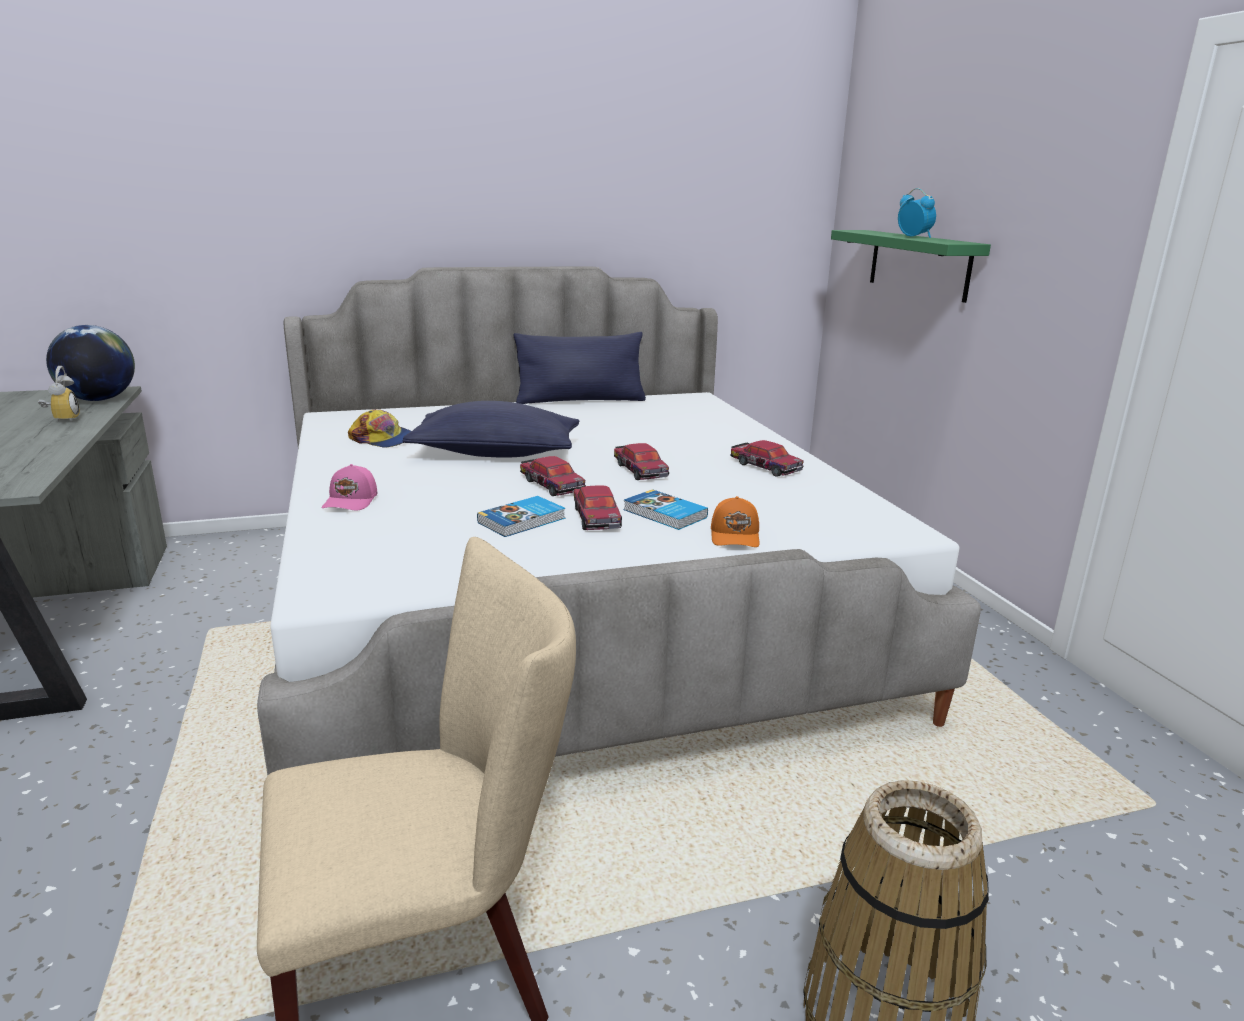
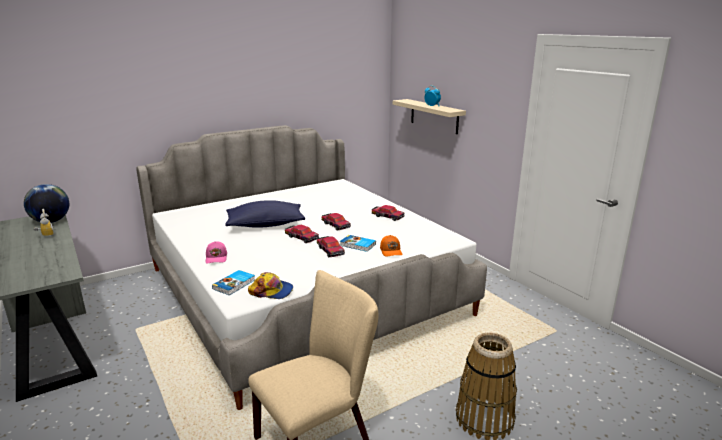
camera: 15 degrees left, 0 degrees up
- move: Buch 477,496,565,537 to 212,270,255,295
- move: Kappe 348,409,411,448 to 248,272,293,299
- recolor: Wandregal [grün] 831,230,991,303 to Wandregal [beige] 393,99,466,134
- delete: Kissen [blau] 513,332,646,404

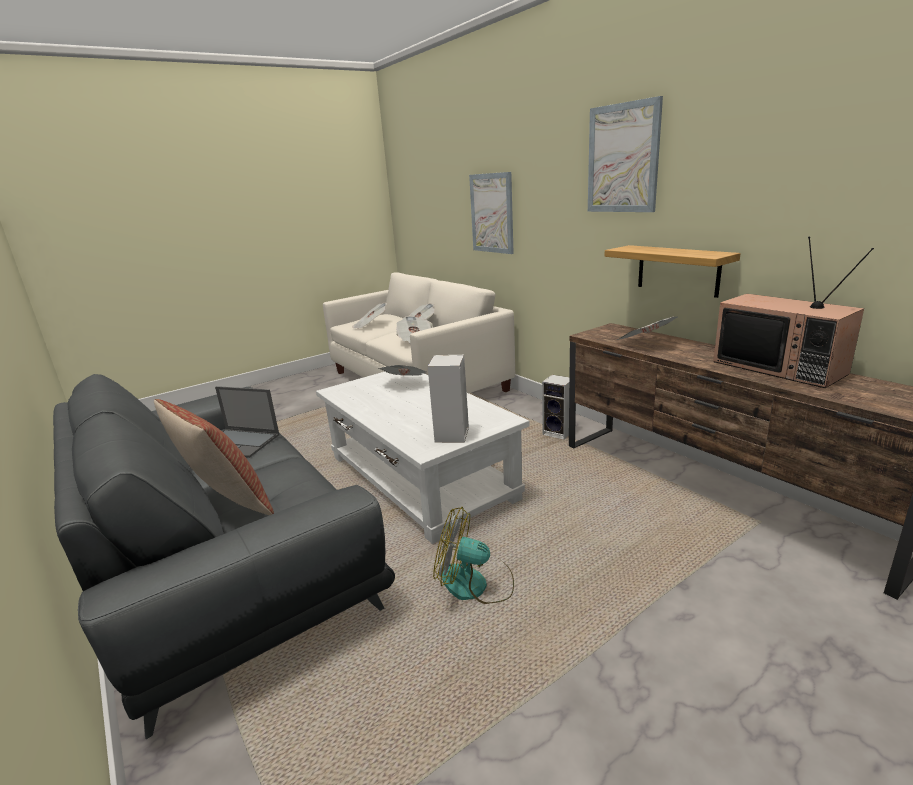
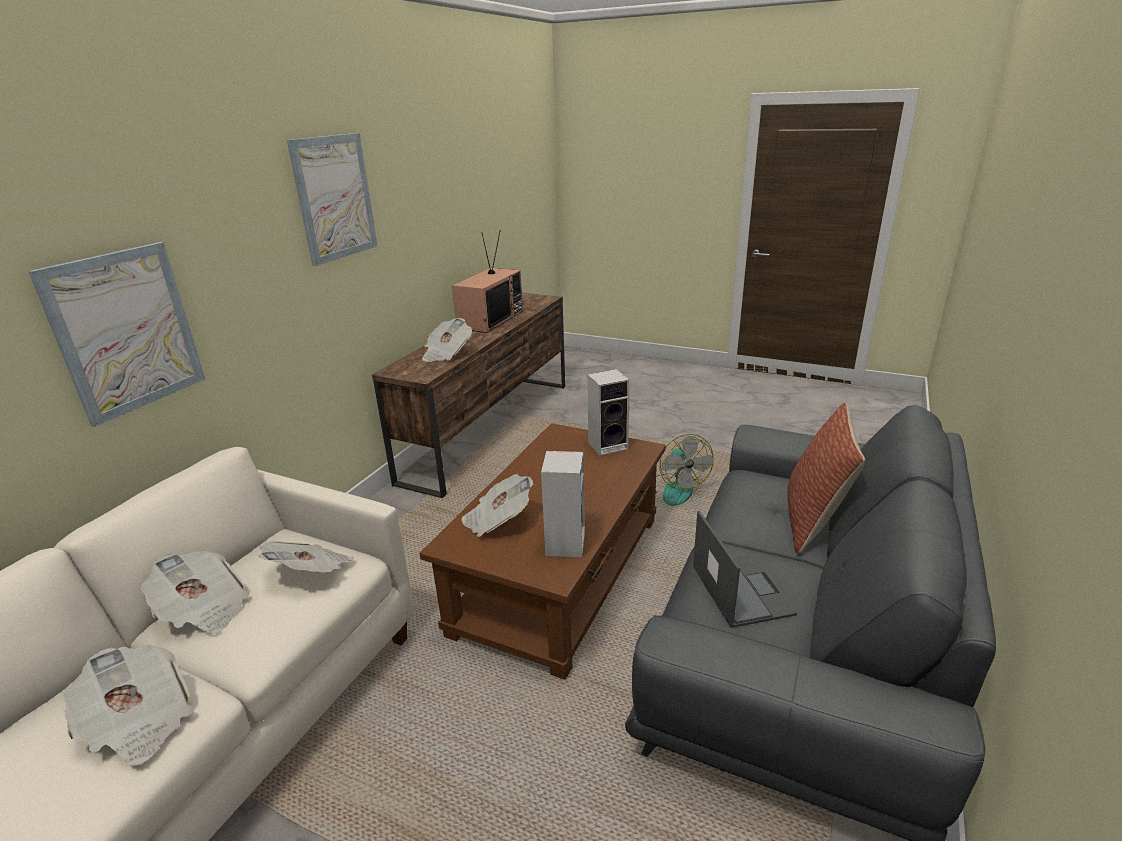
camera: 120 degrees left, 5 degrees up
- recolor: Couchtisch [weiß] 316,365,529,544 to Couchtisch [braun] 419,423,666,680
- move: Lautsprecher 542,375,570,440 to 541,451,585,557
- delete: Wandregal 605,245,741,298

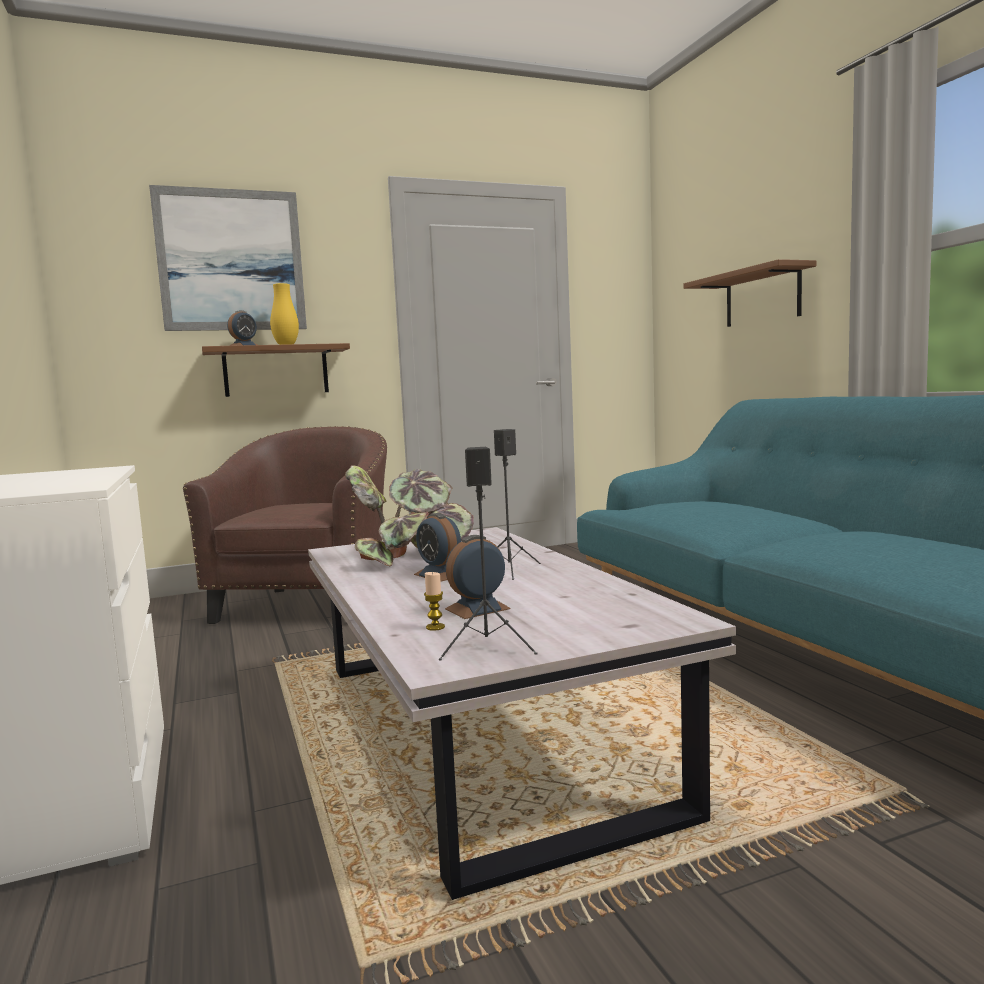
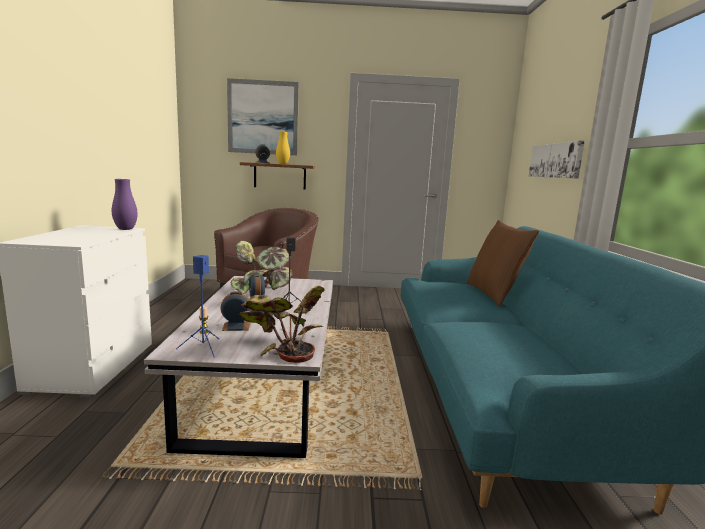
camera: 20 degrees right, 5 degrees up
- insert: Vase [lila] 112,179,138,230
- recolor: Lautsprecher [schwarz] 439,447,538,660 to Lautsprecher [blau] 176,255,219,357
- insert: Topfpflanze 239,285,324,363
- insert: Kissen [braun] 467,220,539,307
- replace: Wandregal [braun] 683,259,816,327 to Bild 529,140,585,179

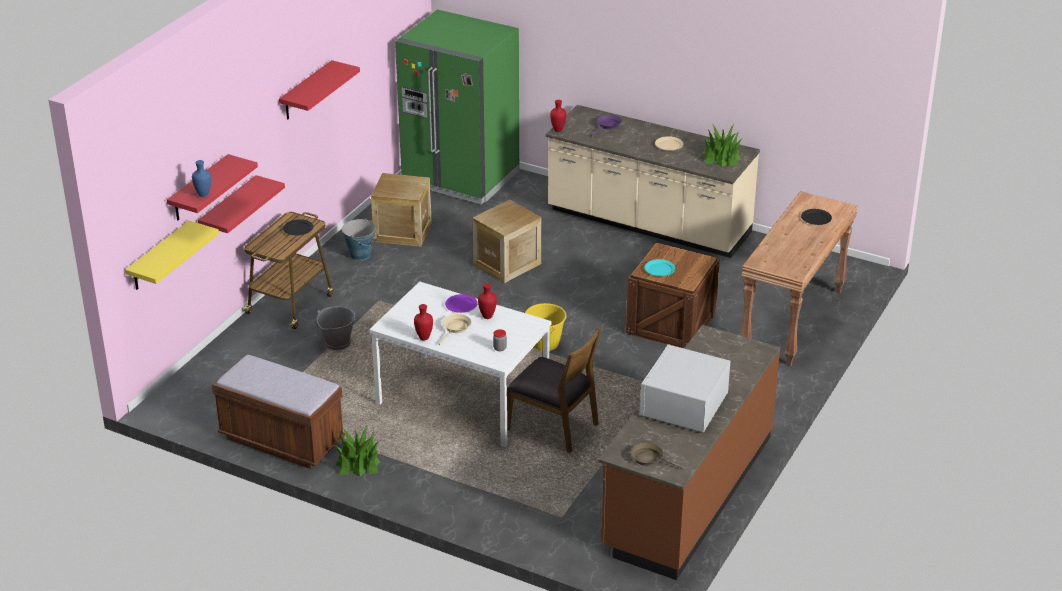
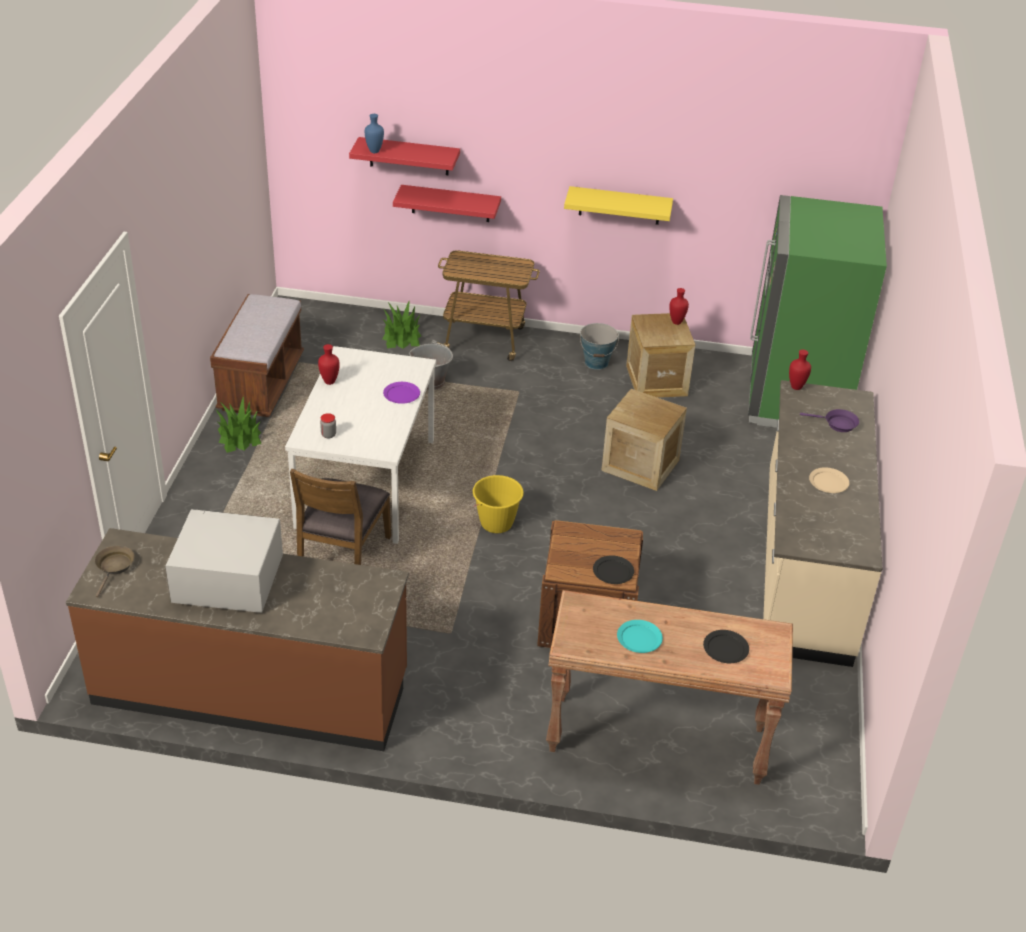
camera: 70 degrees right, 5 degrees up
- move: Topfpflanze 702,124,743,167 to 382,300,421,349
- move: Wandregal [gelb] 125,221,219,290 to 564,186,673,225
- move: Teller [schwarz] 283,219,314,235 to 593,555,634,584
- move: Teller [türkis] 645,259,675,276 to 617,620,663,653
- move: Vase [rot] 478,283,497,319 to 669,288,689,325
- delete: Wandregal [rot] 279,60,360,120
- delete: Pfanne [beige] 438,314,471,345

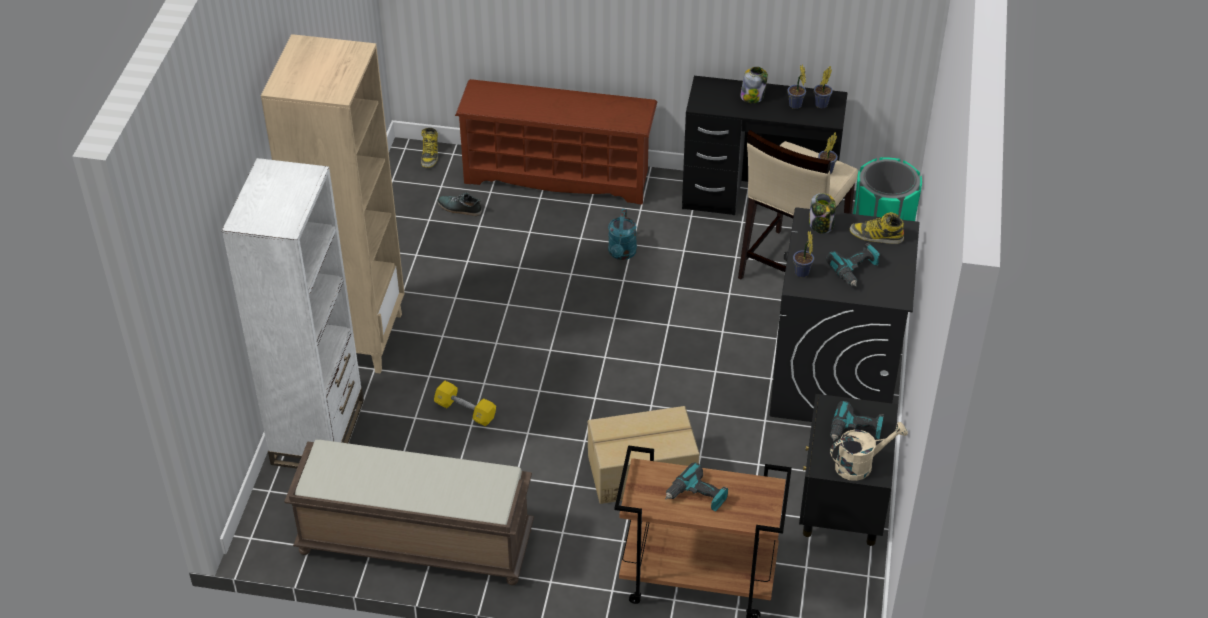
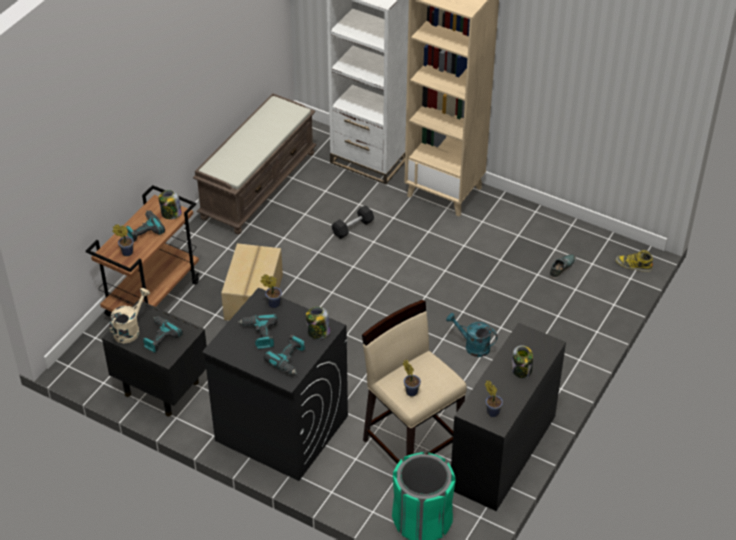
camera: 110 degrees right, 0 degrees up
- rotate: Gießkanne [beige] 830,422,908,481 = 109,288,150,343 150 degrees counterclockwise
- move: Topfpflanze 787,64,806,109 to 112,224,134,256
- insert: Vorratsglas 159,190,182,219
- replace: Stiefel 850,212,904,244 to Bohrmaschine 263,335,305,375
- recolor: Hantel [gelb] 434,381,496,426 to Hantel [schwarz] 332,205,374,239
- delete: Schuhregal [braun] 455,79,657,205

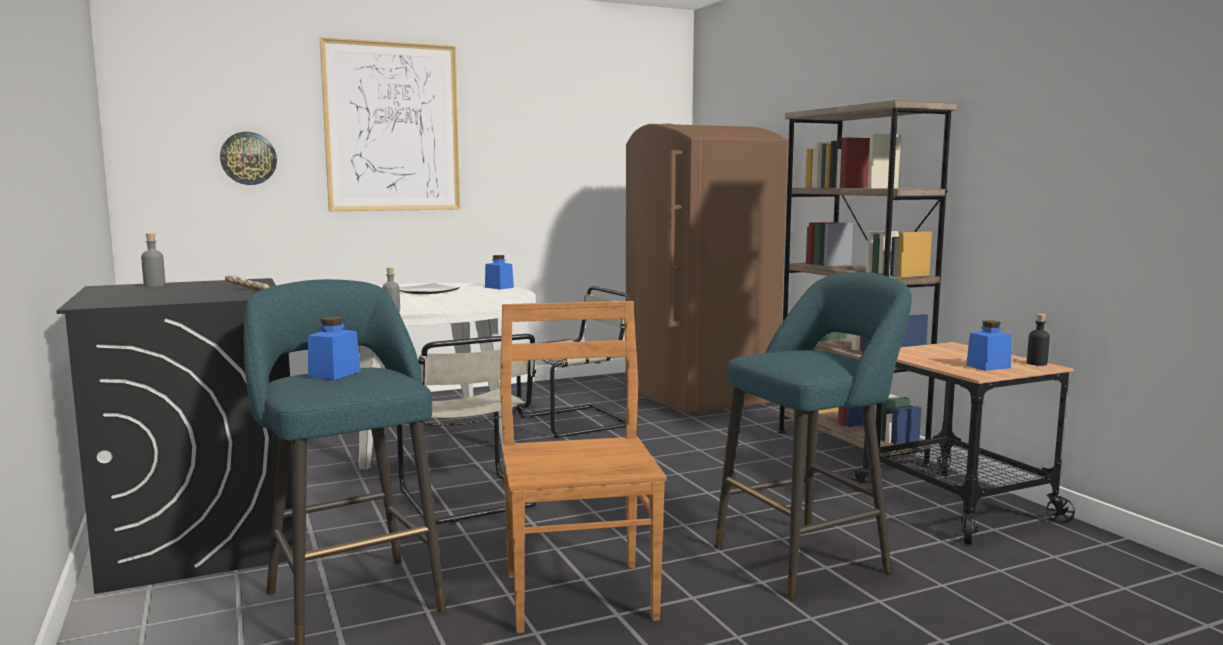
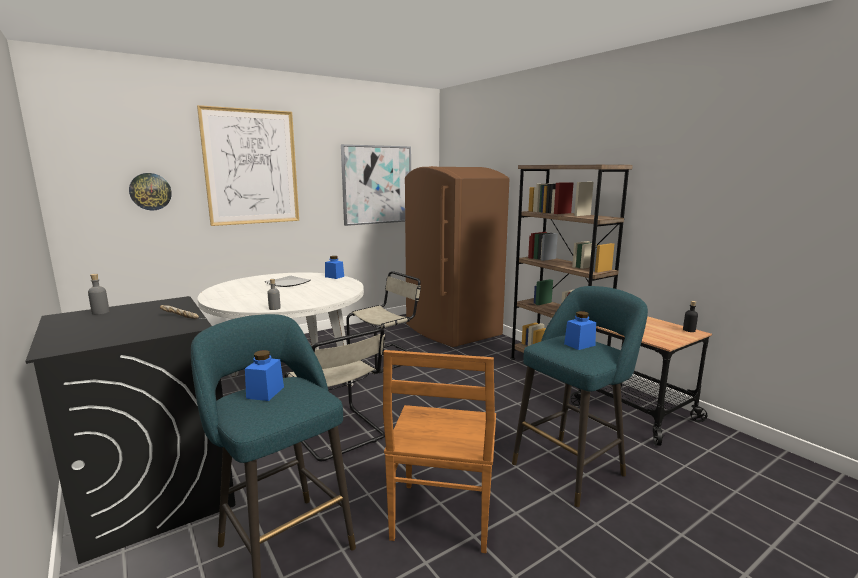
camera: 10 degrees left, 5 degrees up
- insert: Bild 341,144,411,226
- rotate: Stuhl [braun] 500,301,667,634 = 383,350,496,553 150 degrees counterclockwise
- move: Vorratsglas [blau] 966,320,1012,371 to 564,311,596,350

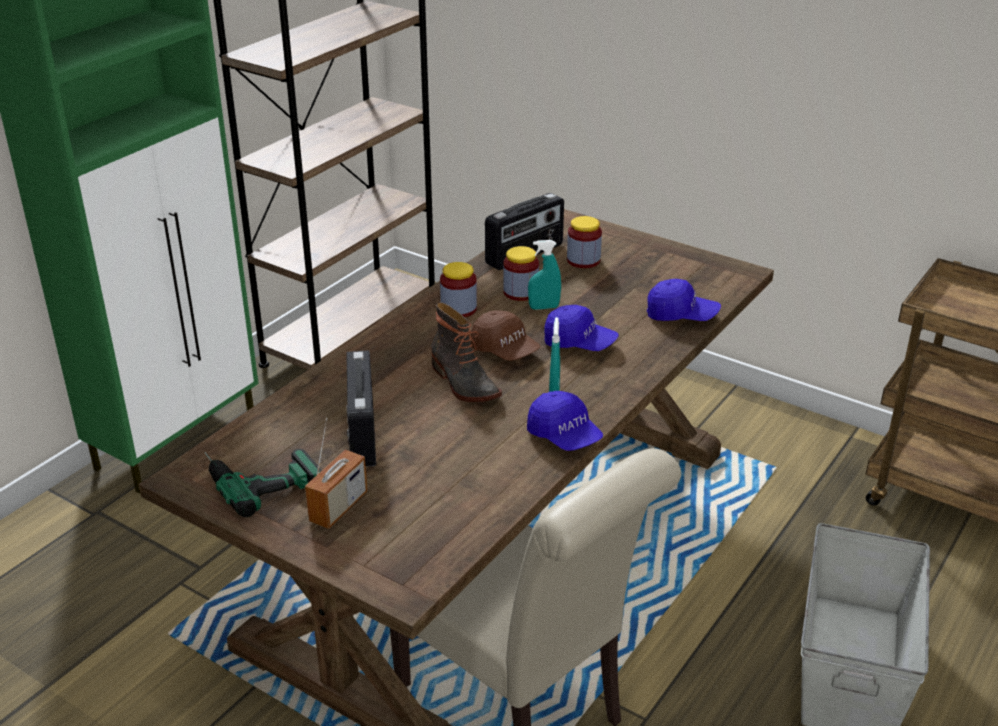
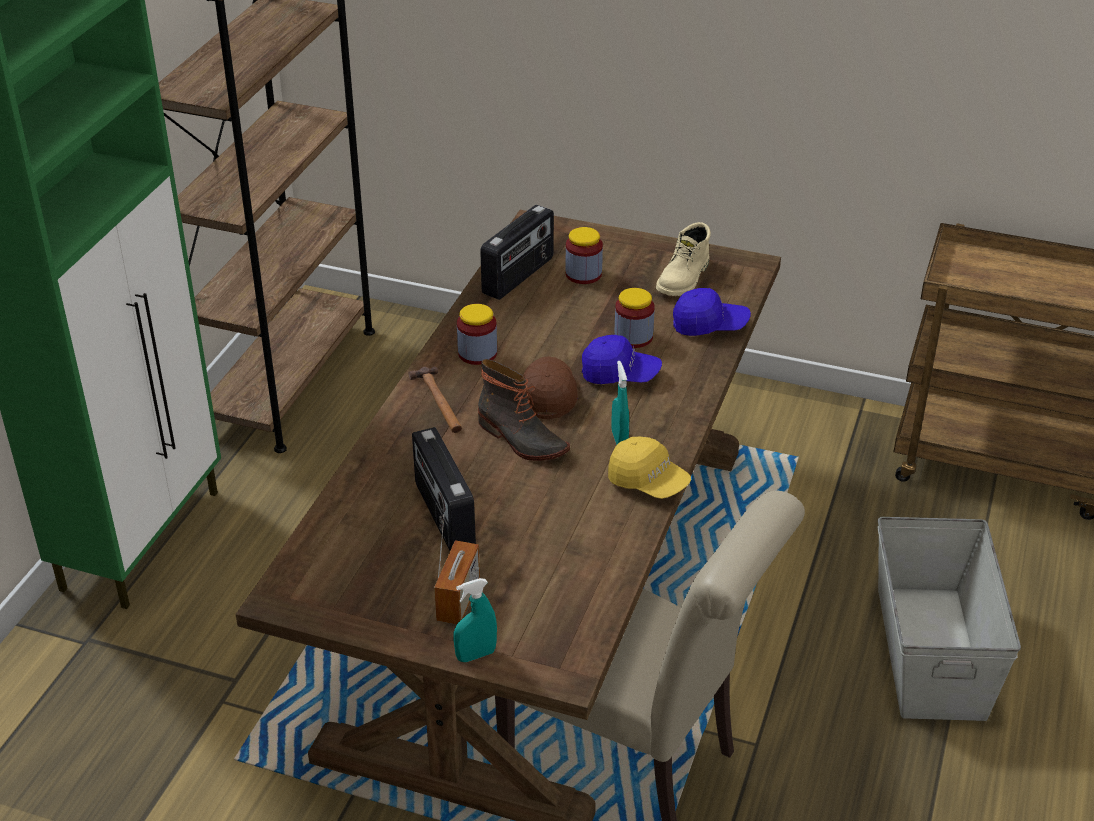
camera: 15 degrees left, 5 degrees up
- insert: Hammer 408,367,462,433
- move: Sprühflasche [türkis] 528,240,561,310 to 454,578,497,662
- rotate: Kappe [braun] 471,311,540,361 = 523,357,578,419 120 degrees counterclockwise
- recolor: Kappe [blau] 527,391,603,451 to Kappe [gelb] 608,437,691,499
- move: Vorratsglas 503,246,539,301 to 614,288,655,348
- insert: Stiefel [beige] 656,222,711,296
- delete: Bohrmaschine 205,449,322,517

